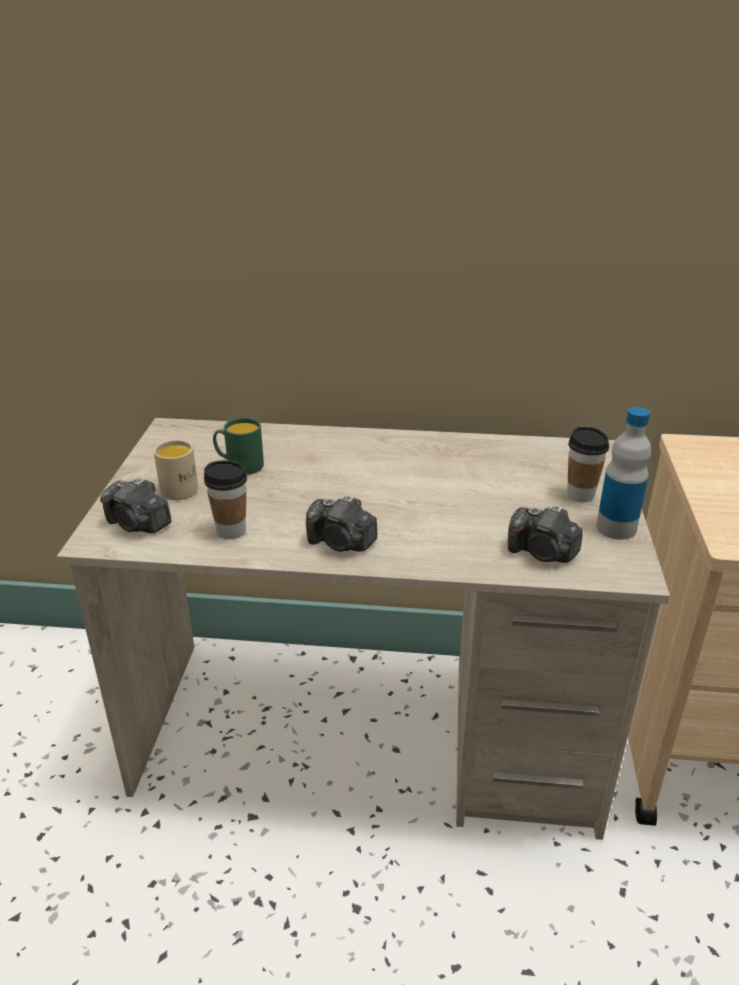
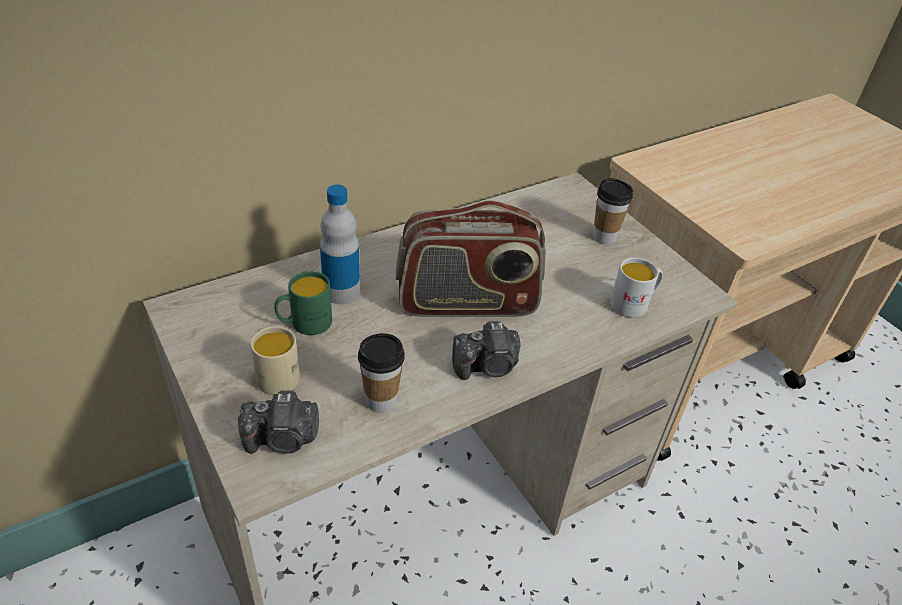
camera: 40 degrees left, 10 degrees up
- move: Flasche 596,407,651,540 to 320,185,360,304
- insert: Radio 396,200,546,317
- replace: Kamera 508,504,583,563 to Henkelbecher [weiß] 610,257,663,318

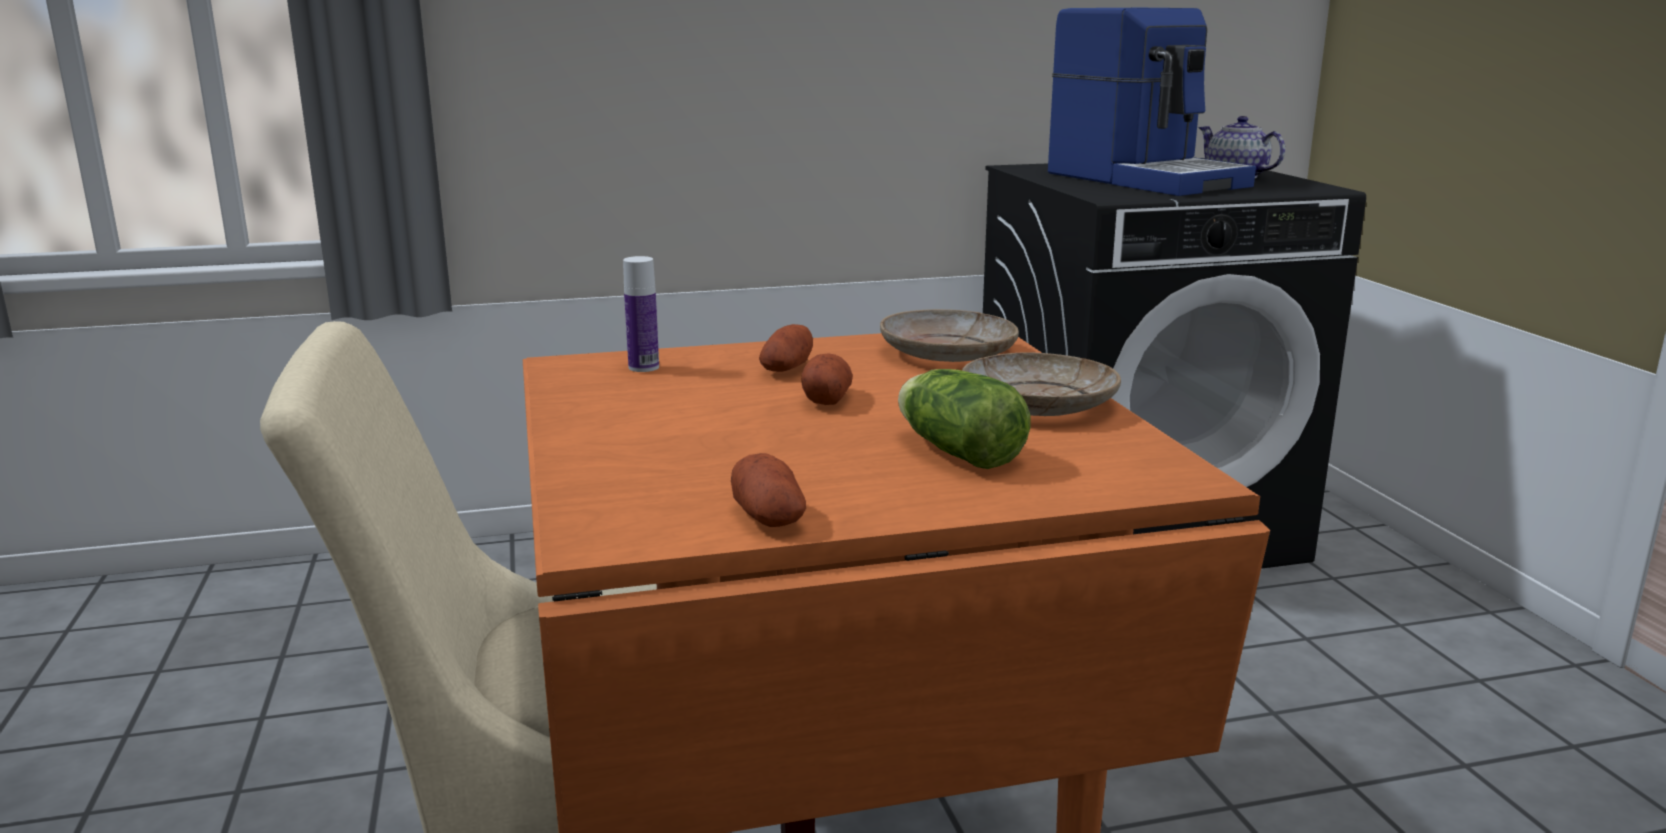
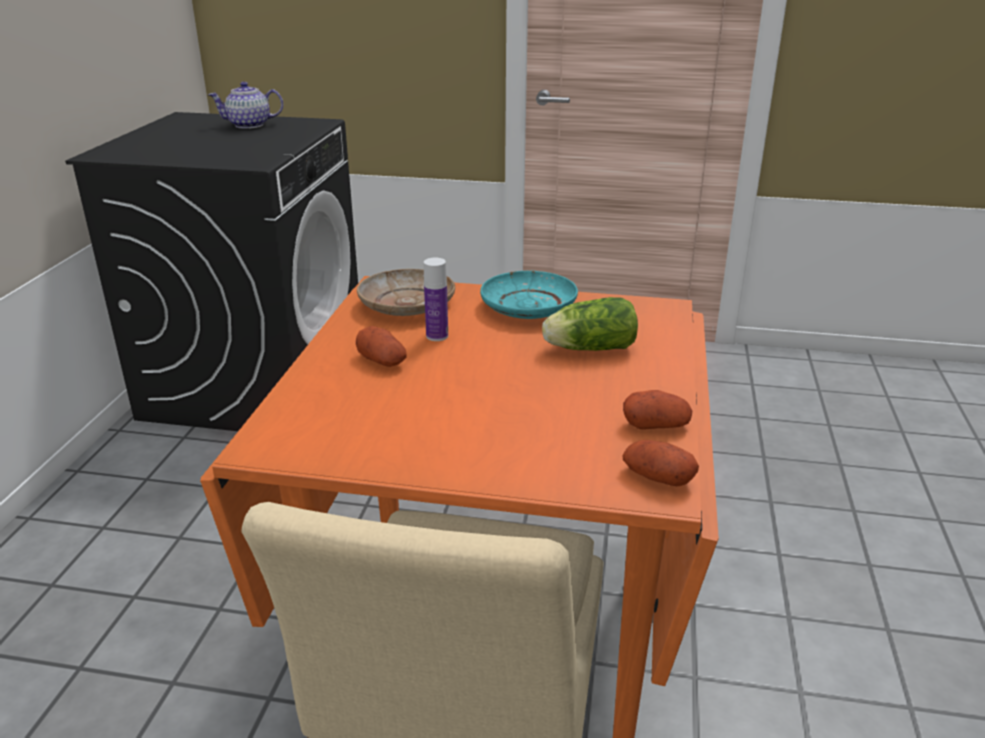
camera: 65 degrees left, 10 degrees up
- move: Flasche 623,256,659,372 to 424,258,448,341
- recolor: Teller [beige] 962,352,1121,416 to Teller [türkis] 480,271,578,319
- move: Kartoffel 801,353,853,405 to 622,440,699,486
- delete: Kaffeemaschine 1048,8,1256,196

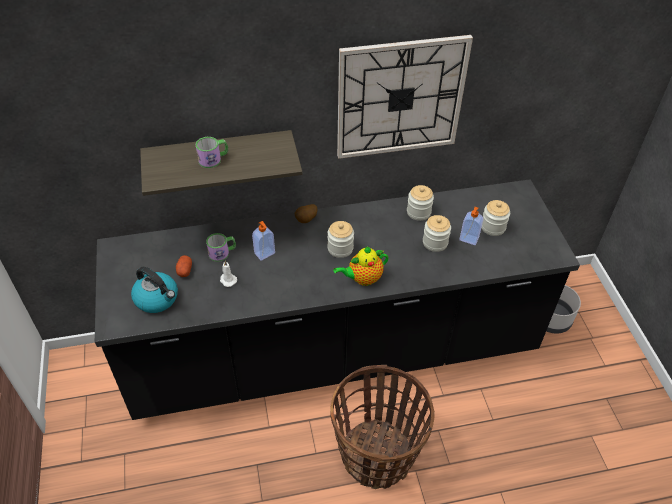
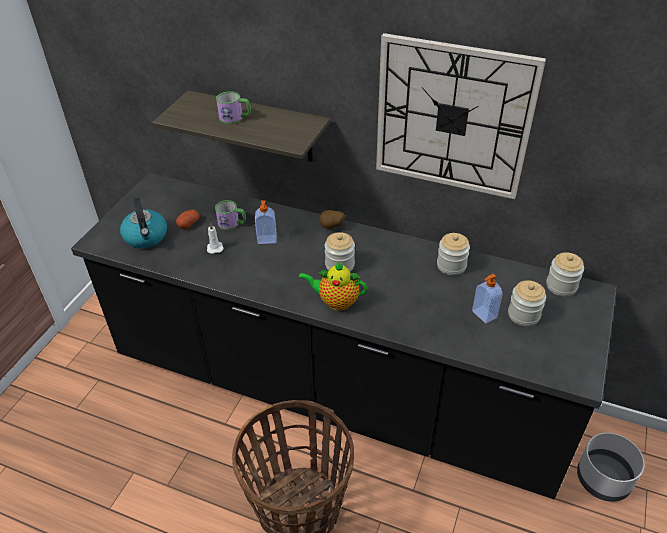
camera: 35 degrees right, 5 degrees down
- move: Vorratsglas 423,215,451,252 to 546,252,584,296

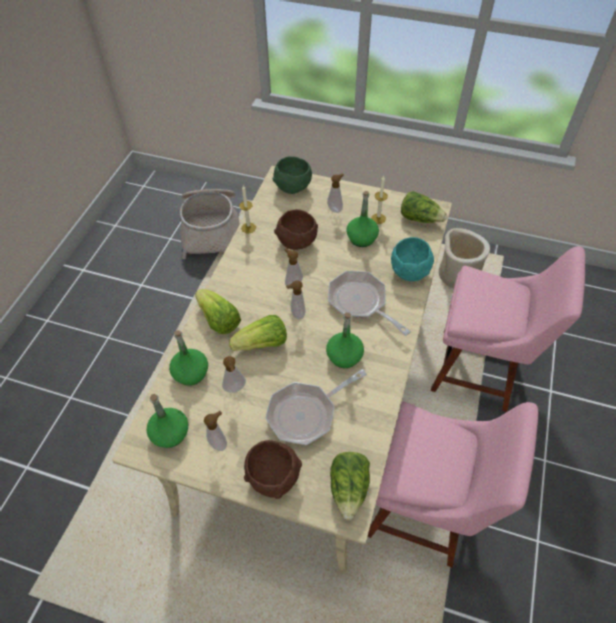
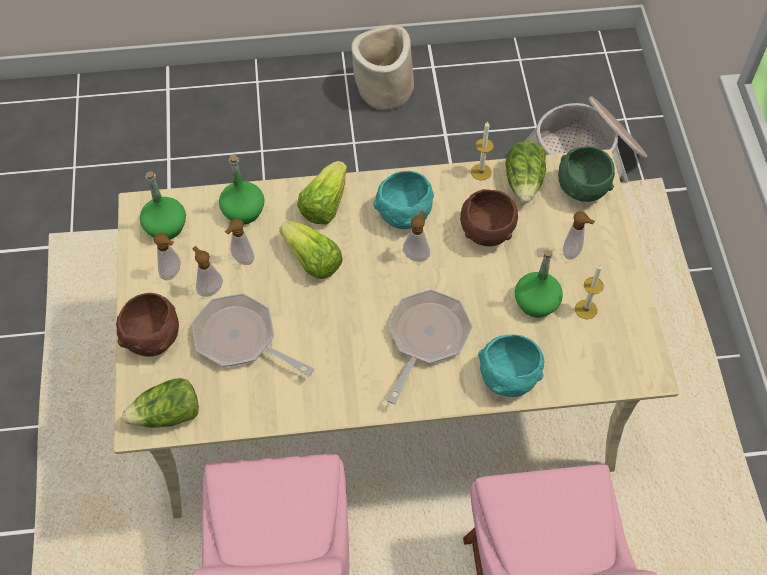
camera: 65 degrees right, 5 degrees up
- move: Seifenspender 286,280,306,319 to 193,246,223,297
- move: Pflanzkübel [beige] 439,228,490,288 to 351,25,414,111
- insert: Schüssel [türkis] 373,171,434,229
- move: Salatkopf 401,191,447,223 to 506,141,546,203
- delete: Flasche [grün] 326,312,364,368

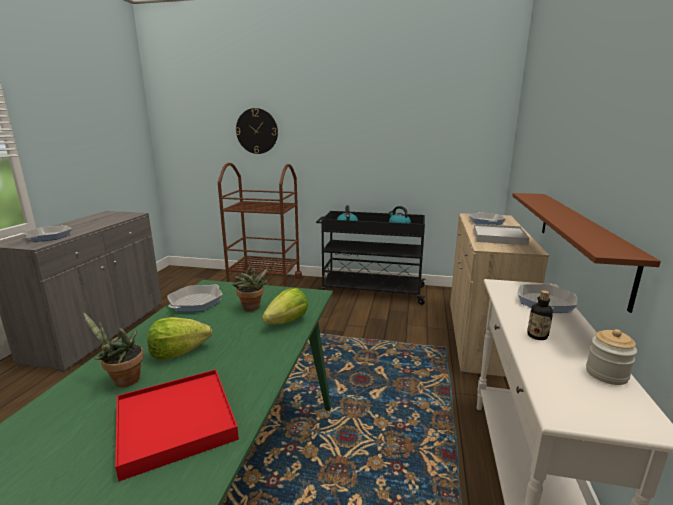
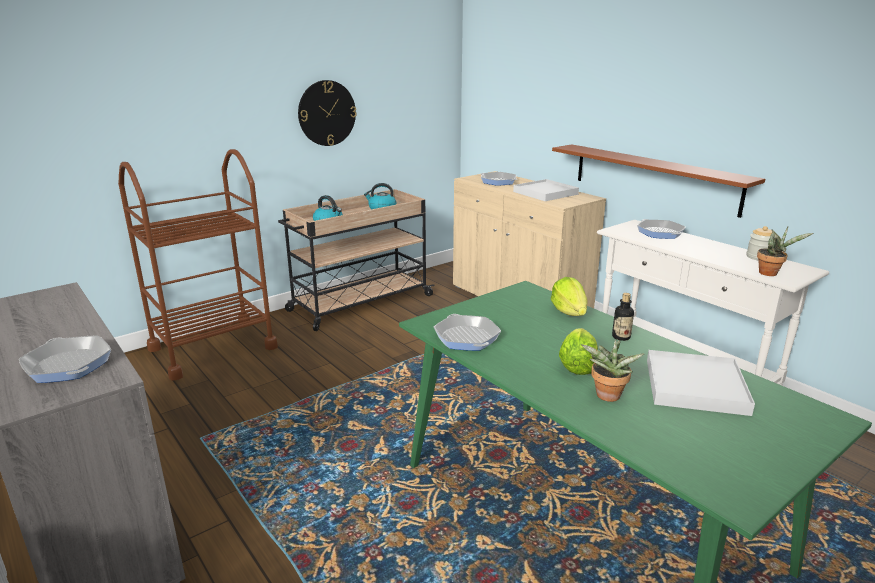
camera: 50 degrees left, 5 degrees up
- recolor: Rollwagen [schwarz] 316,211,426,305 to Rollwagen [beige] 278,189,435,331
- move: Wanduhr 236,108,278,154 to 298,80,357,146
- move: Flasche 527,290,553,340 to 612,293,634,341
- recolor: Tablett [rot] 115,369,239,481 to Tablett [weiß] 647,350,755,416
- move: Topfpflanze 233,265,269,311 to 757,227,813,276

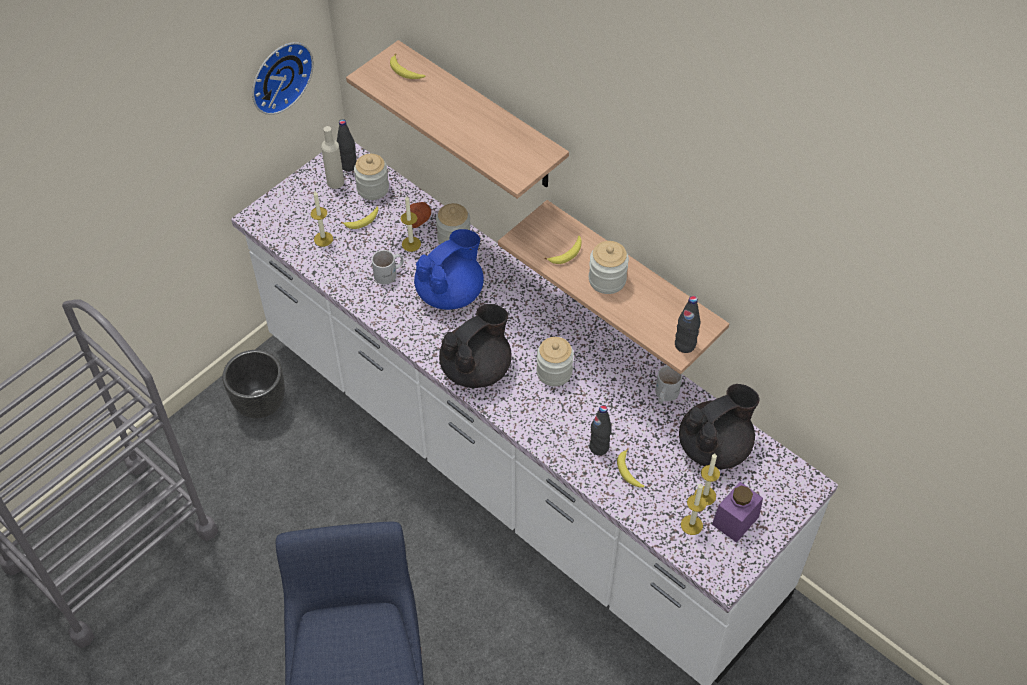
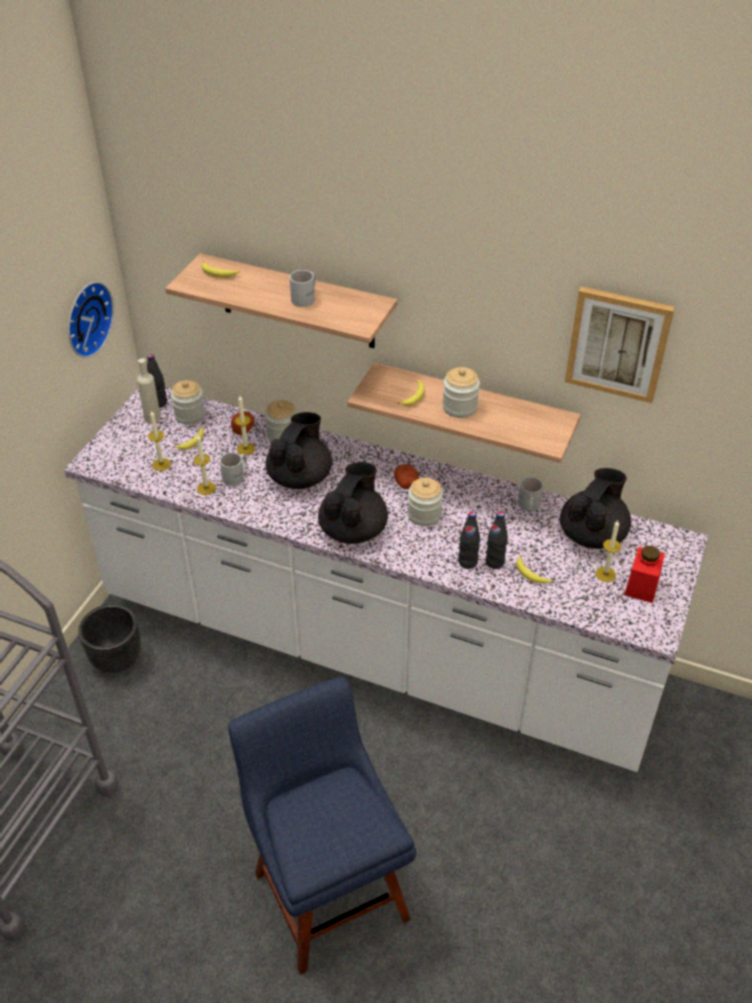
camera: 20 degrees left, 10 degrees down
- move: Kerze 681,484,707,535 to 194,435,216,495
- recolor: Teekanne [blau] 414,229,484,310 to Teekanne [schwarz] 266,412,332,489
- insert: Henkelbecher [weiß] 290,270,316,307
- insert: Kartoffel 394,464,419,489
- move: Flasche [schwarz] 675,296,700,353 to 458,512,480,569
- insert: Bild 565,286,675,403
- recolor: Vorratsglas [lila] 712,482,763,543 to Vorratsglas [rot] 624,546,665,603

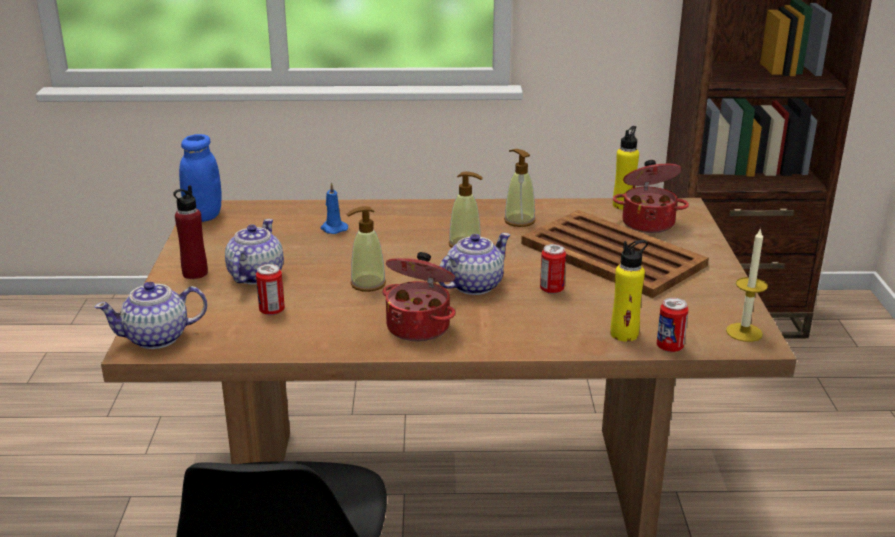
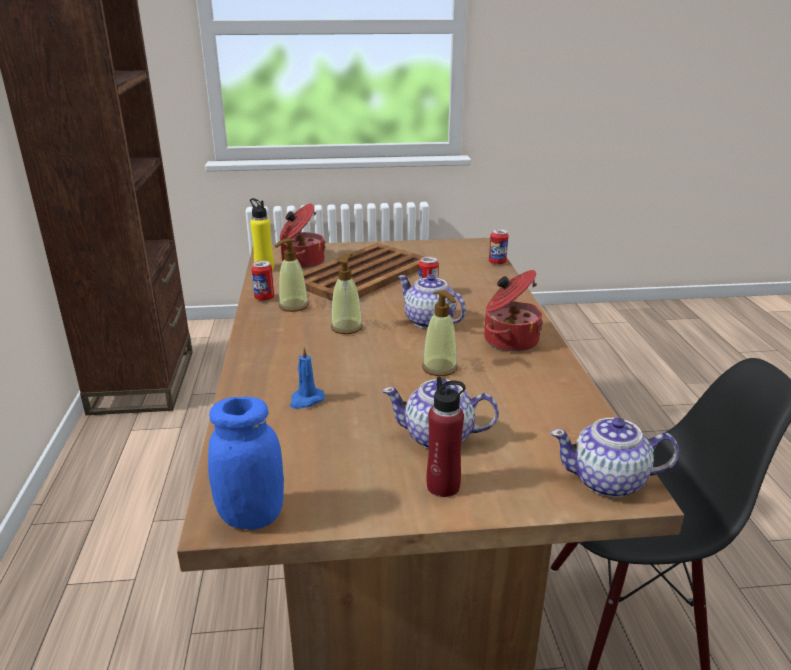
camera: 95 degrees left, 0 degrees up
- move: Dose 256,264,285,315 to 251,261,274,301
- rotate: Teekanne 94,282,207,349 = 550,417,679,498 120 degrees clockwise
- delete: Flasche [gelb] 611,240,648,342
- delete: Kerze 726,228,768,342

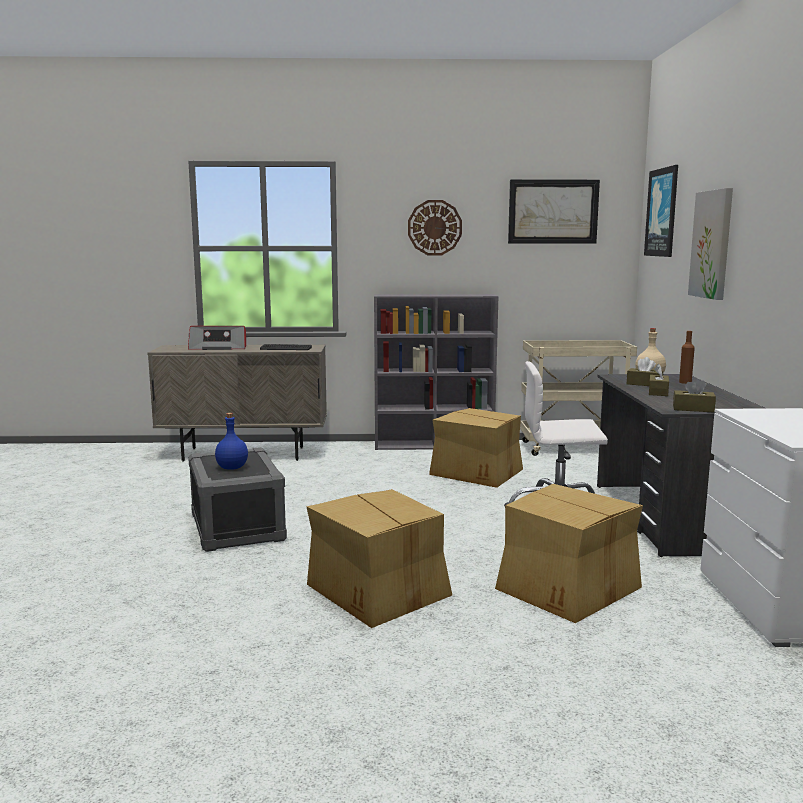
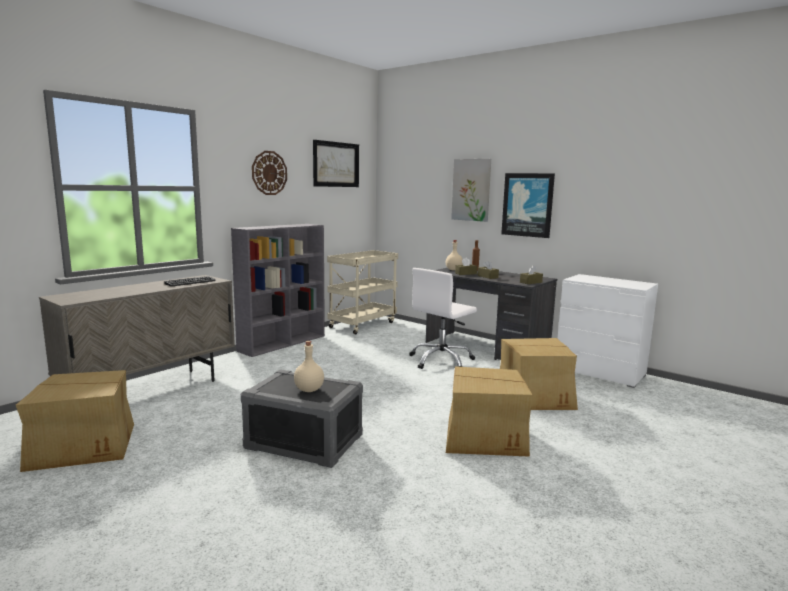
camera: 50 degrees left, 0 degrees up
- move: Karton 429,408,523,488 to 16,370,134,472
- recolor: Flasche [blau] 215,413,248,470 to Flasche [beige] 294,341,324,392
- move: Bild 644,165,678,257 to 501,173,555,238
- delete: Radio 188,326,246,350

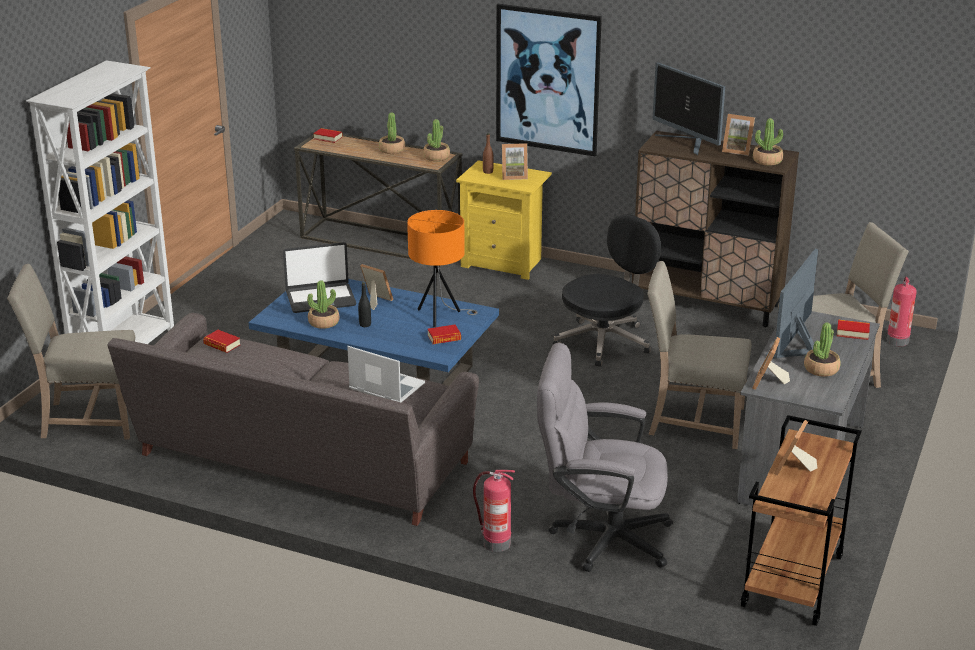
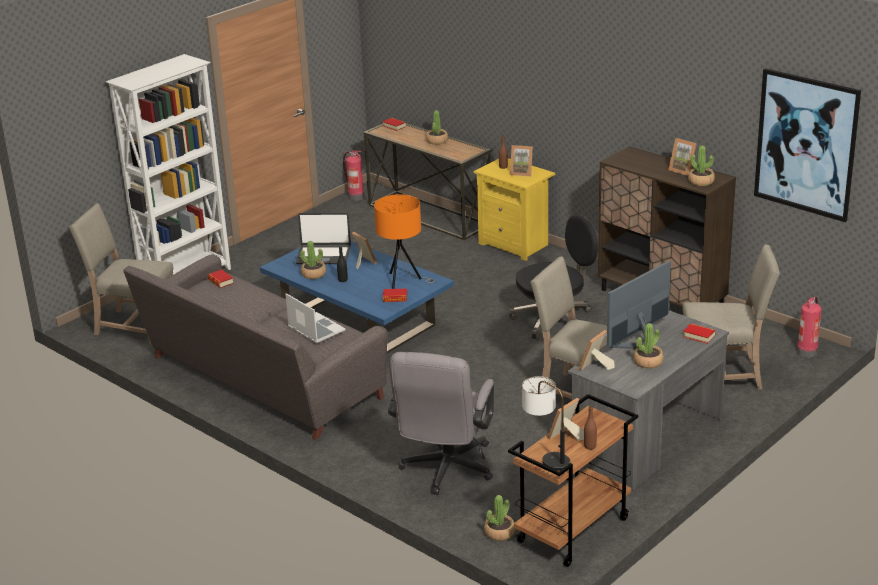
camera: 20 degrees right, 0 degrees up
- move: Feuerlöscher 473,470,515,552 to 343,151,364,201
- rotate: Bürostuhl [grau] 537,343,673,572 = 388,352,494,495 105 degrees counterclockwise
- move: Topfpflanze 423,119,450,161 to 484,495,515,541
- insert: Tischlampe 522,376,570,471
- insert: Flasche [braun] 584,405,597,450
- move: Bild 496,4,602,156 to 754,68,861,222
- delete: Monitor 653,62,725,156

